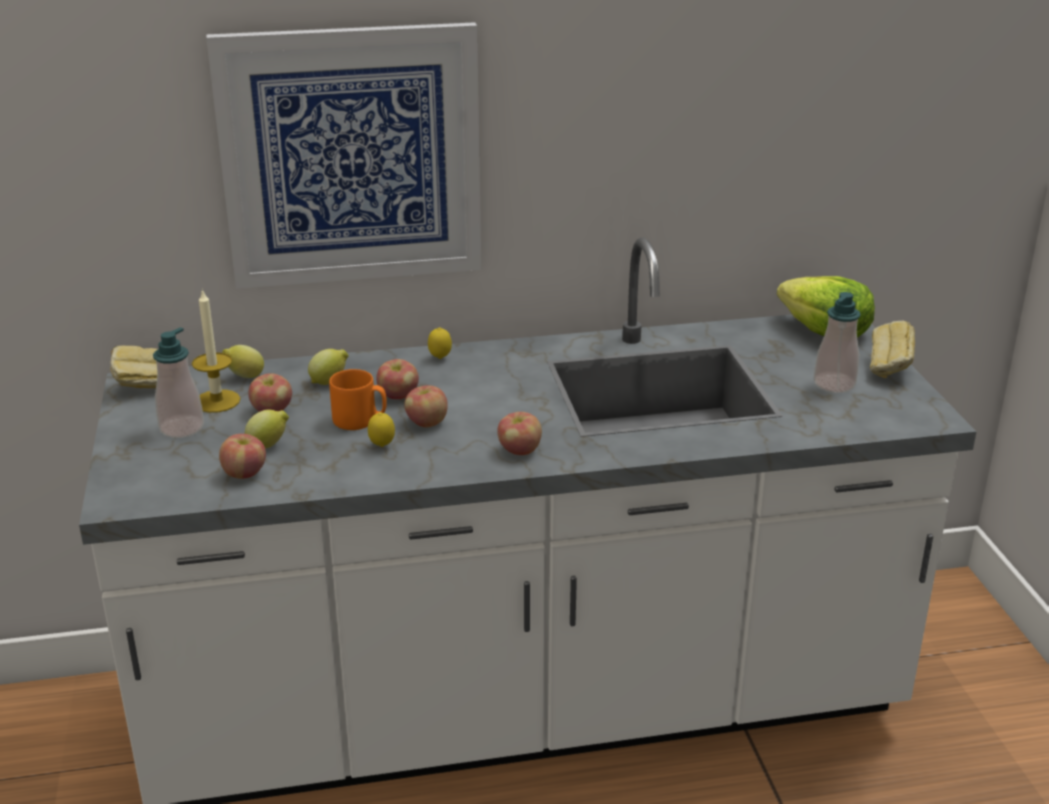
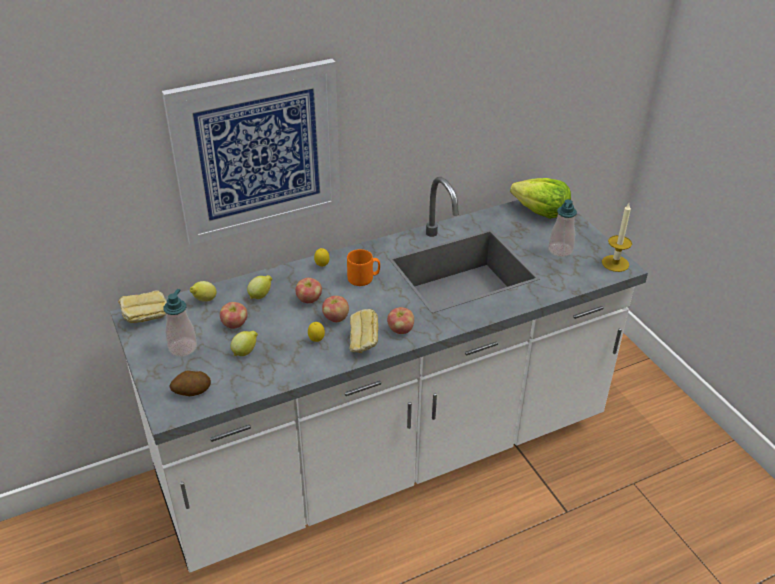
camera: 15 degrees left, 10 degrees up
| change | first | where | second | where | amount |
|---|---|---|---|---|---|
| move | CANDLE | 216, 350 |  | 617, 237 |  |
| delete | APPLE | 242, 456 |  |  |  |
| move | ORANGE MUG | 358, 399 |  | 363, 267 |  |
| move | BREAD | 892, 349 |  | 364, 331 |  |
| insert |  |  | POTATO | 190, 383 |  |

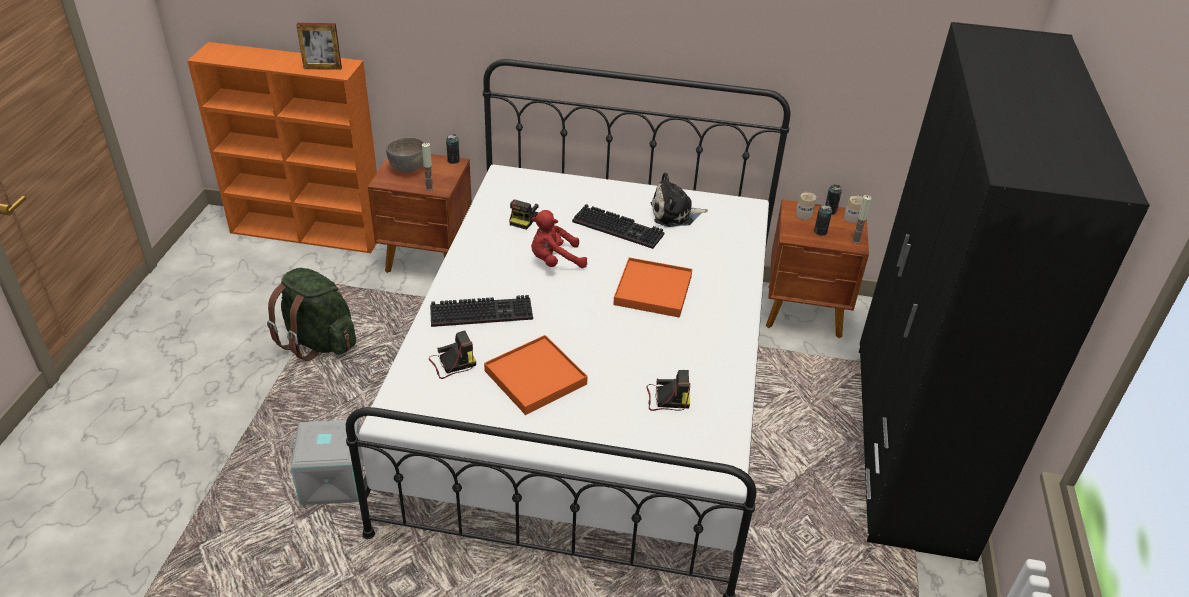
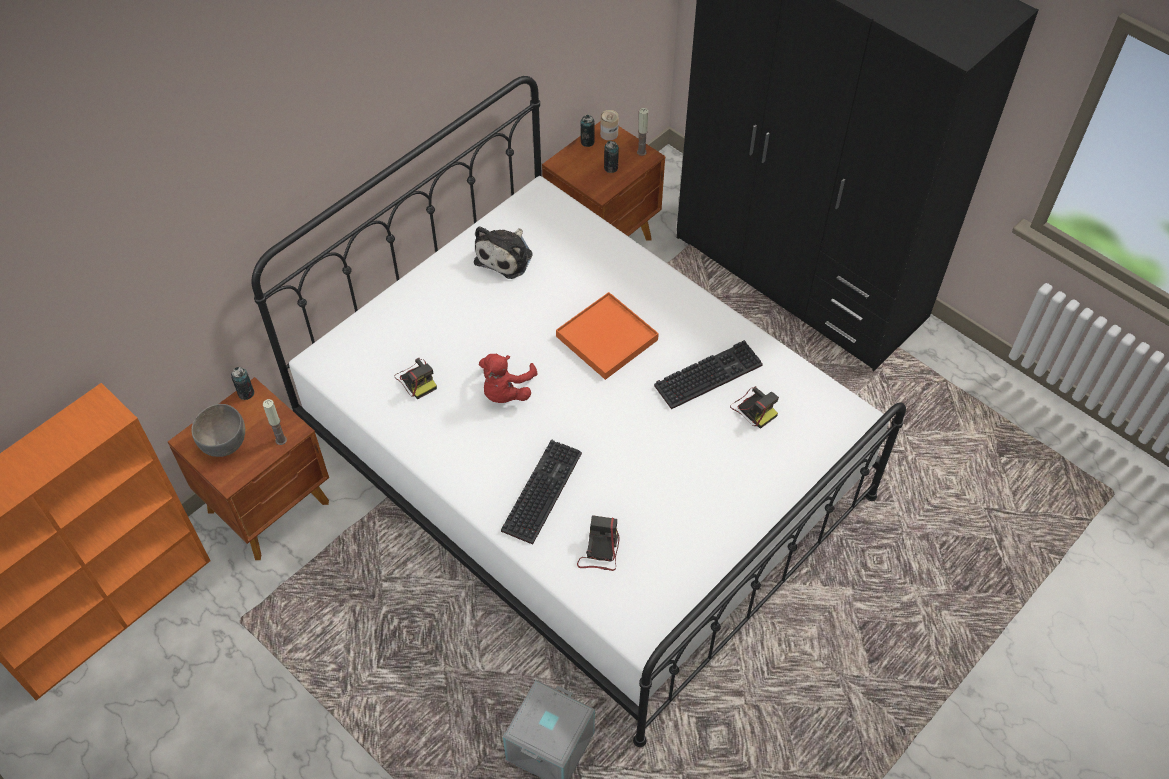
camera: 55 degrees left, 15 degrees up
| change | first | where | second | where | amount |
|---|---|---|---|---|---|
| delete | GREEN BACKPACK | 311, 314 |  |  |  |
| delete | PICTURE FRAME | 319, 46 |  |  |  |
| delete | ORANGE TRAY | 536, 375 |  |  |  |
| move | KEYBOARD | 618, 226 |  | 708, 374 |  |
| rotate | PHOTO CAMERA | 668, 390 |  | 754, 407 | 105 degrees clockwise |
| delete | CAN | 806, 206 |  |  |  |

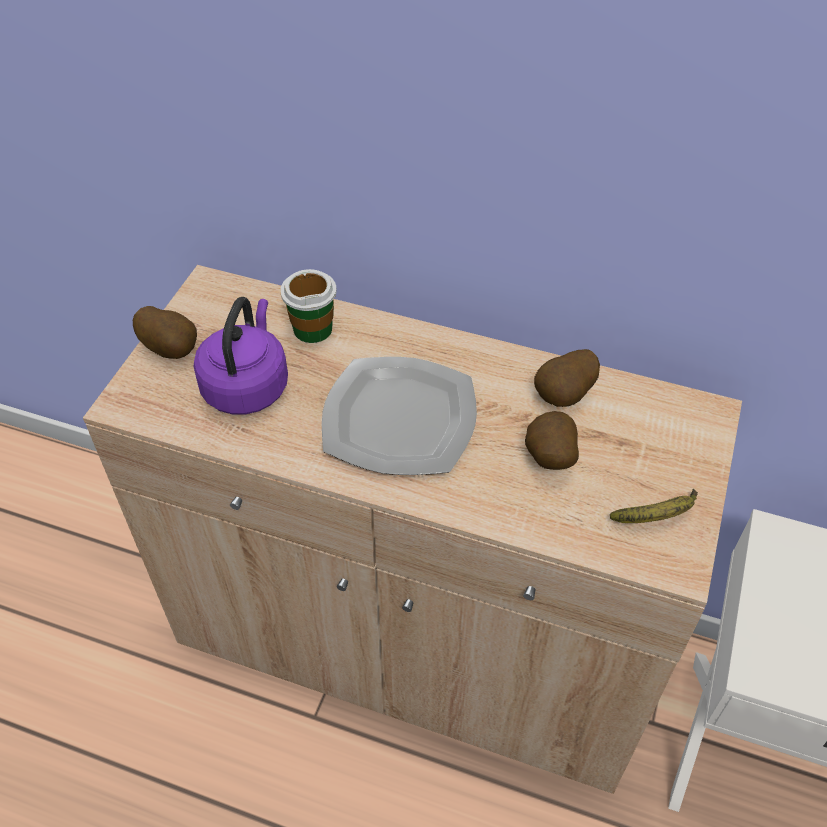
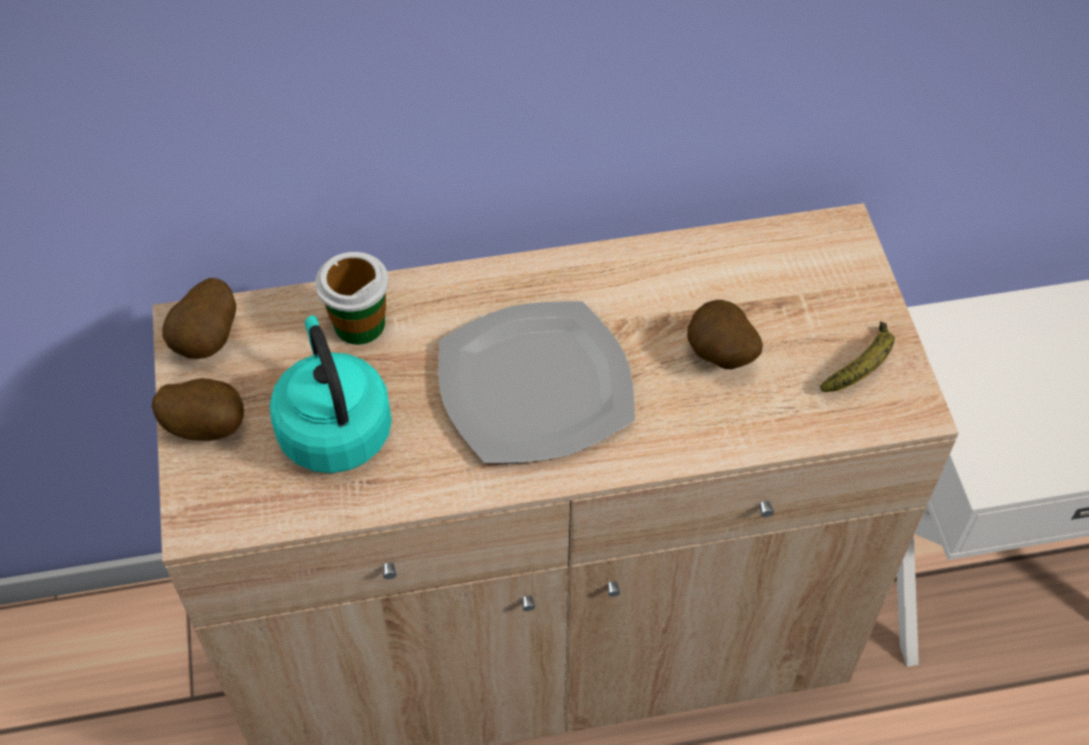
camera: 30 degrees left, 5 degrees up
| change | first | where | second | where | amount |
|---|---|---|---|---|---|
| recolor | PURPLE KETTLE | 241, 356 | TURQUOISE KETTLE | 331, 394 |  |
| move | POTATO | 567, 378 |  | 199, 318 |  |

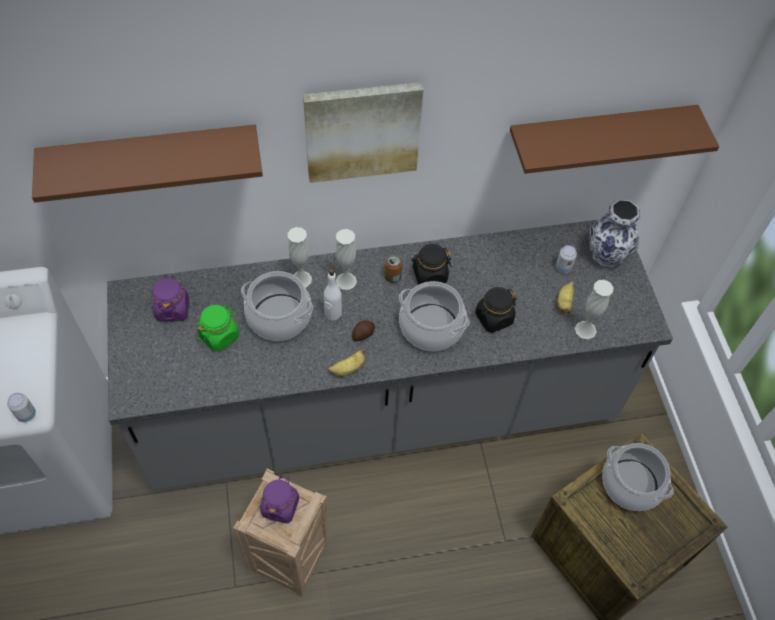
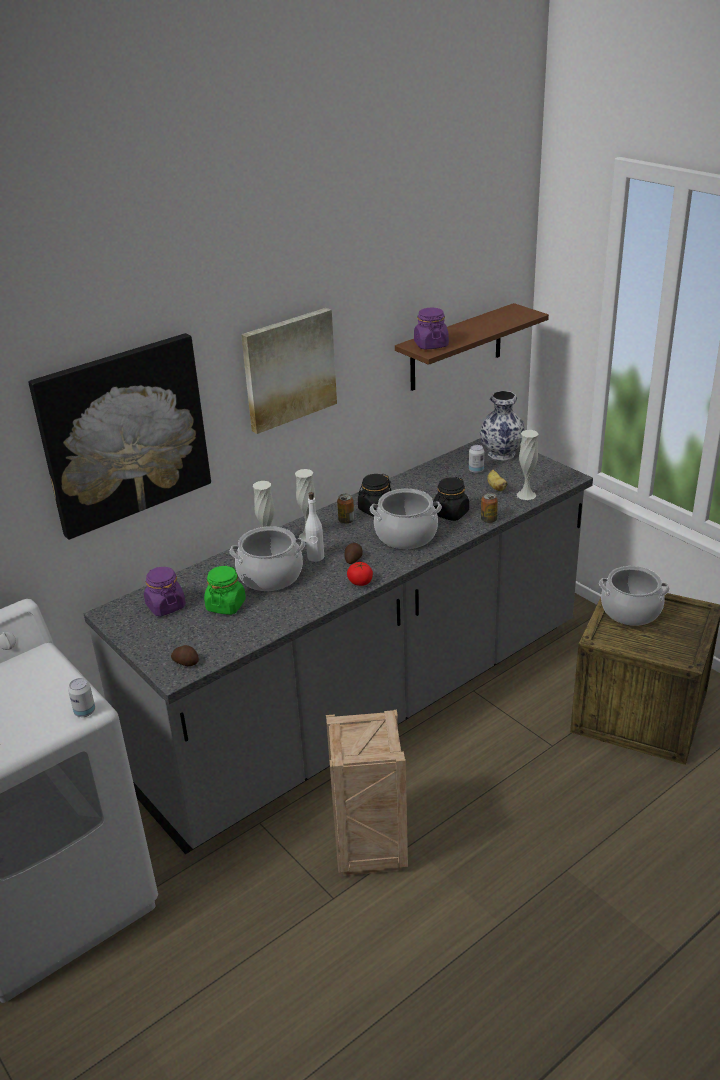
camera: 25 degrees left, 25 degrees down
| change | first | where | second | where | amount |
|---|---|---|---|---|---|
| replace | BROWN SHELF | 147, 163 | PICTURE | 119, 436 |  |
| move | PURPLE JAR | 279, 499 |  | 431, 328 |  |
| replace | BANANA | 347, 362 | TOMATO | 360, 574 |  |
| insert |  |  | POTATO | 185, 655 |  |
| insert |  |  | CAN | 489, 508 |  |

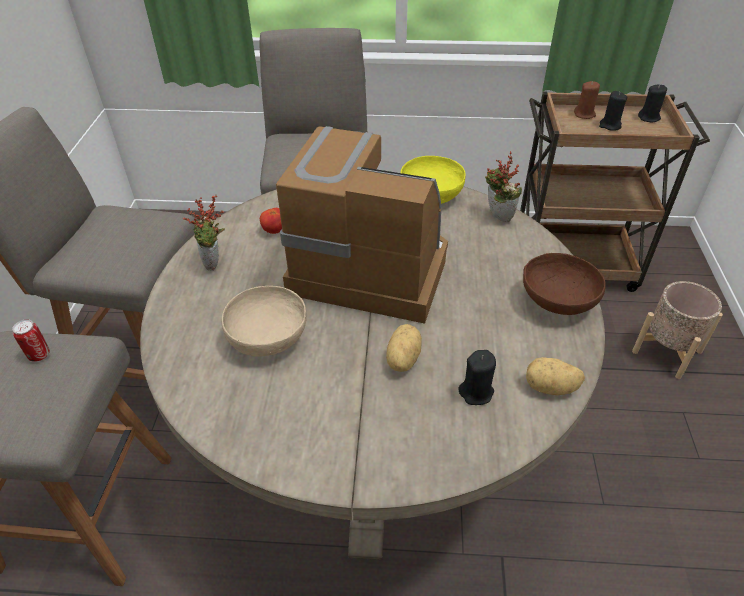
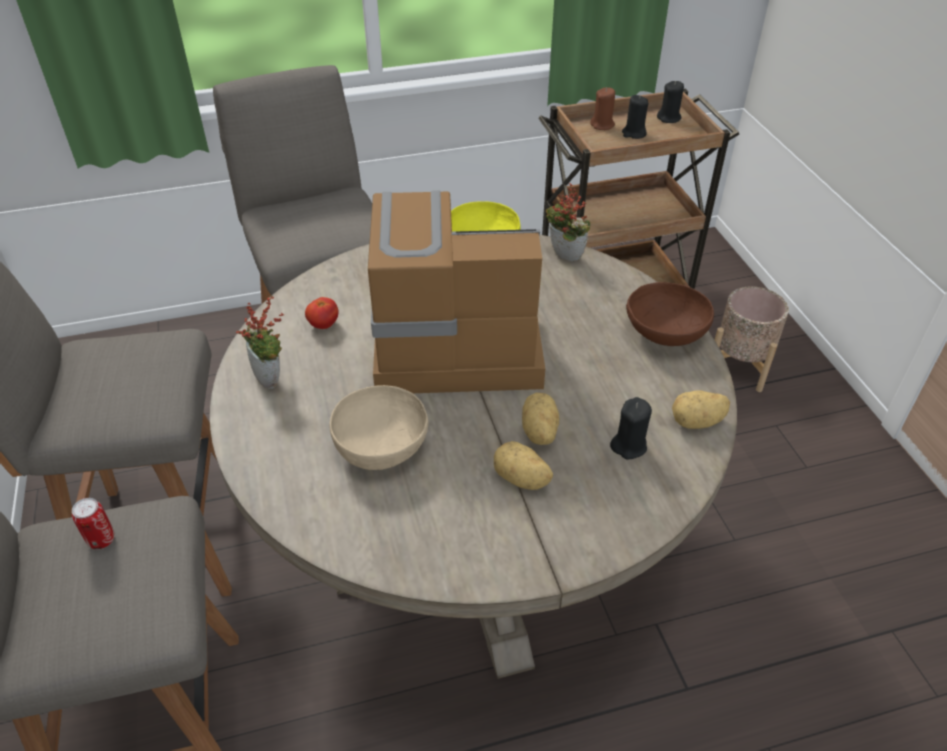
camera: 20 degrees left, 0 degrees up
| change | first | where | second | where | amount |
|---|---|---|---|---|---|
| insert |  |  | POTATO | 523, 465 |  |

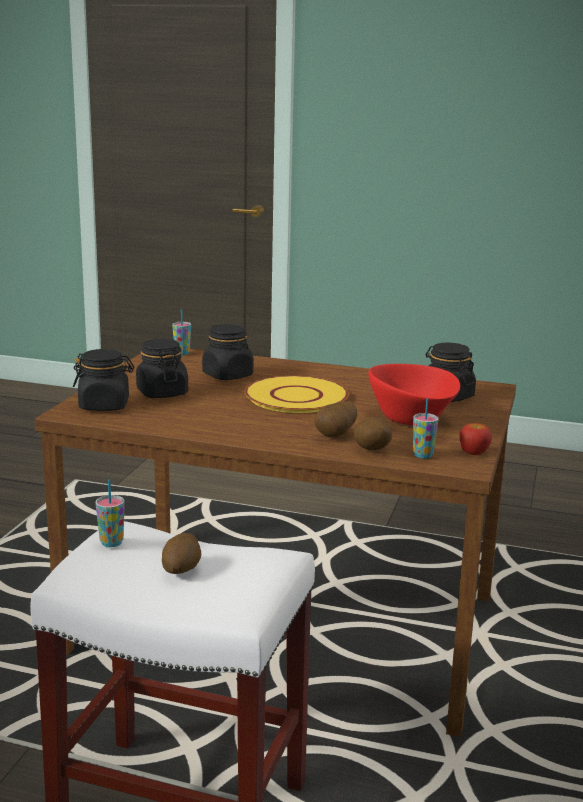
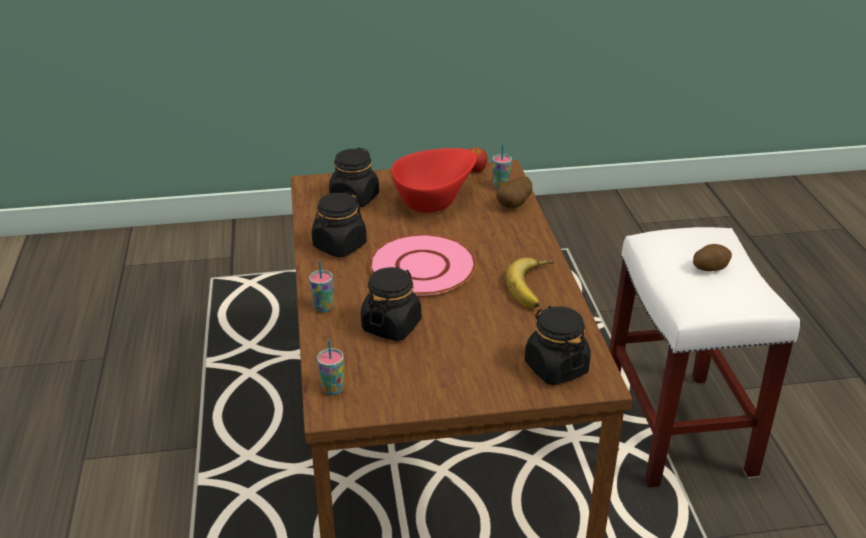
camera: 115 degrees left, 15 degrees up
| change | first | where | second | where | amount |
|---|---|---|---|---|---|
| move | CUP | 110, 513 |  | 321, 286 |  |
| move | BLACK JAR | 162, 368 |  | 339, 224 |  |
| recolor | YELLOW PLATE | 296, 394 | PINK PLATE | 422, 265 |  |
| delete | POTATO | 335, 419 |  |  |  |
| insert |  |  | BANANA | 530, 282 |  |

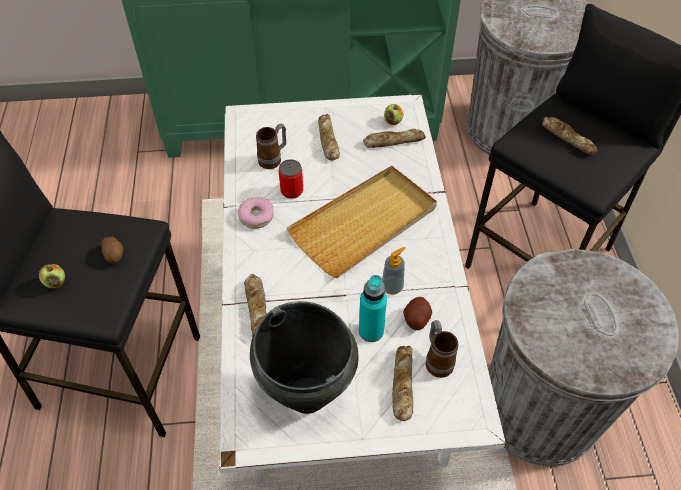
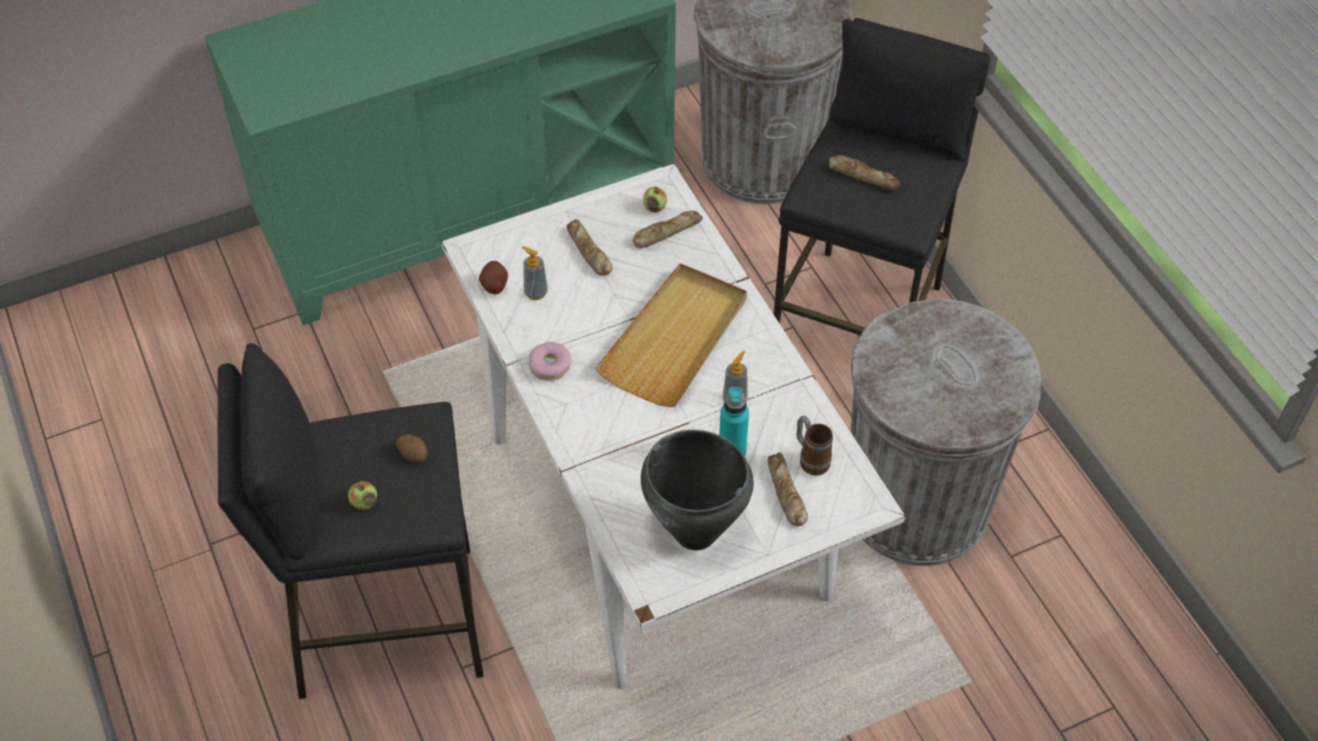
camera: 20 degrees left, 0 degrees up
| change | first | where | second | where | amount |
|---|---|---|---|---|---|
| delete | BREAD | 255, 305 |  |  |  |
| replace | MUG | 271, 146 | SOAP DISPENSER | 534, 273 |  |
| delete | CAN | 291, 179 |  |  |  |
| move | POTATO | 417, 313 |  | 493, 277 |  |

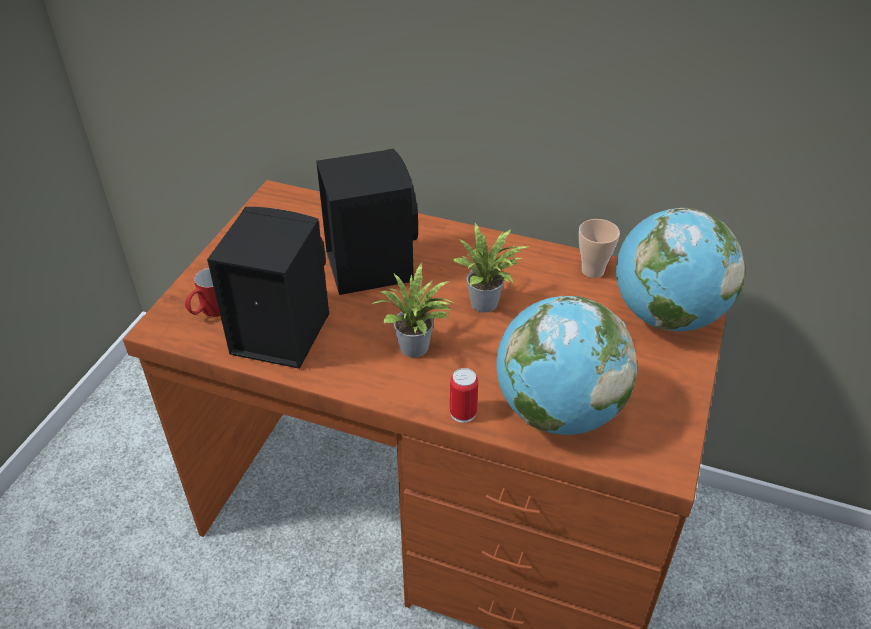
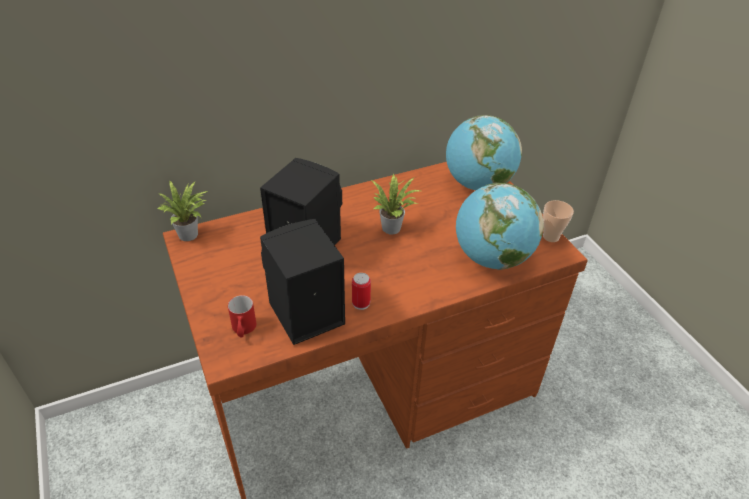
camera: 45 degrees left, 0 degrees up
| change | first | where | second | where | amount |
|---|---|---|---|---|---|
| move | POTTED PLANT | 414, 310 |  | 182, 211 |  |
| move | CAN | 464, 395 |  | 361, 291 |  |
| move | CUP | 599, 248 |  | 558, 221 |  |

